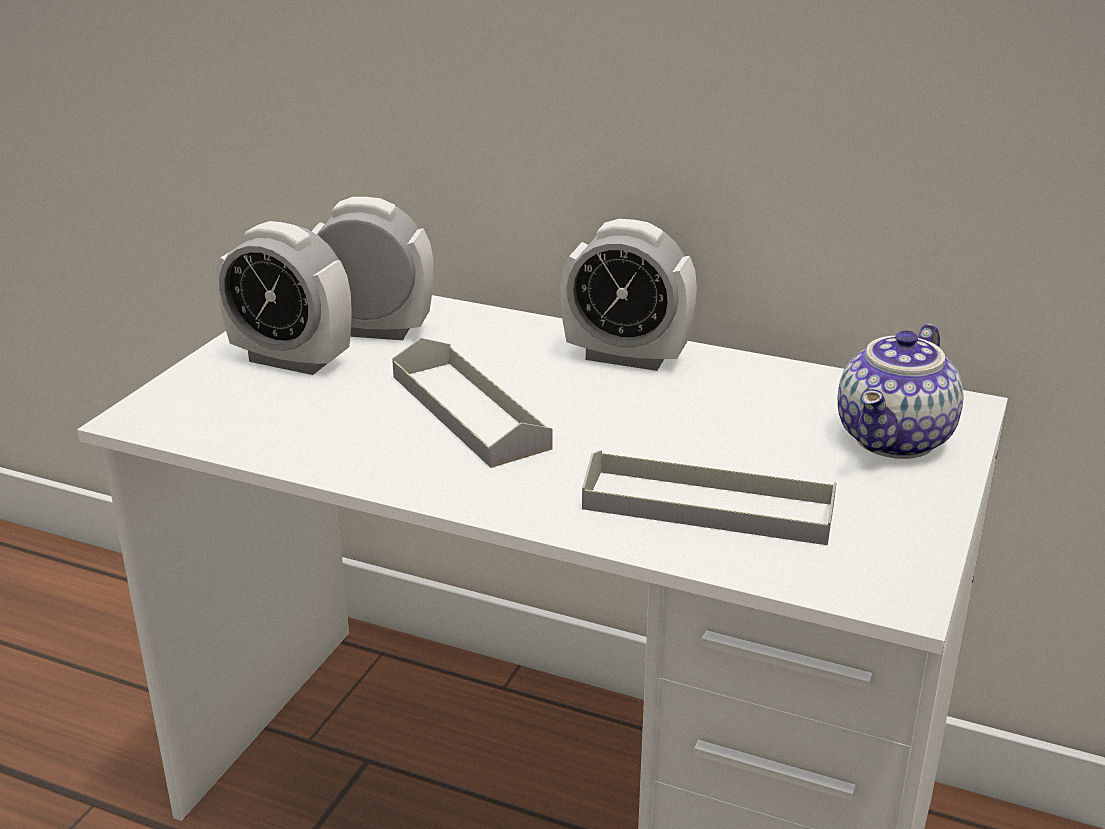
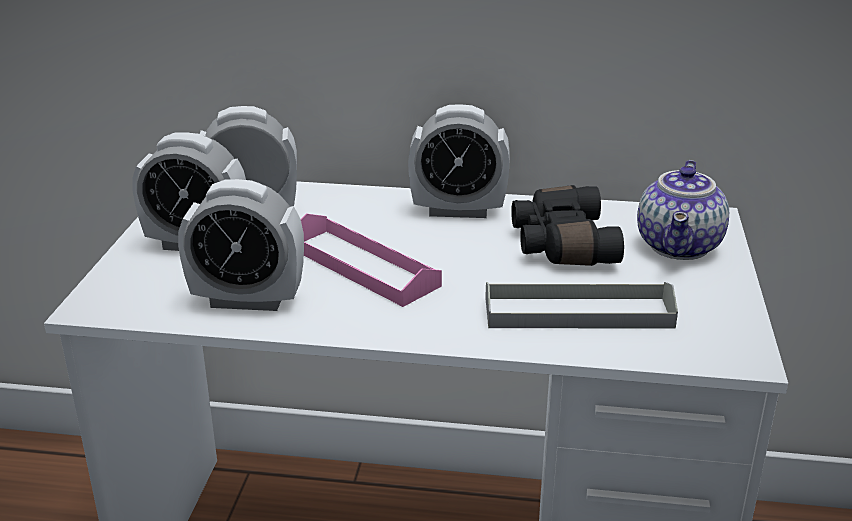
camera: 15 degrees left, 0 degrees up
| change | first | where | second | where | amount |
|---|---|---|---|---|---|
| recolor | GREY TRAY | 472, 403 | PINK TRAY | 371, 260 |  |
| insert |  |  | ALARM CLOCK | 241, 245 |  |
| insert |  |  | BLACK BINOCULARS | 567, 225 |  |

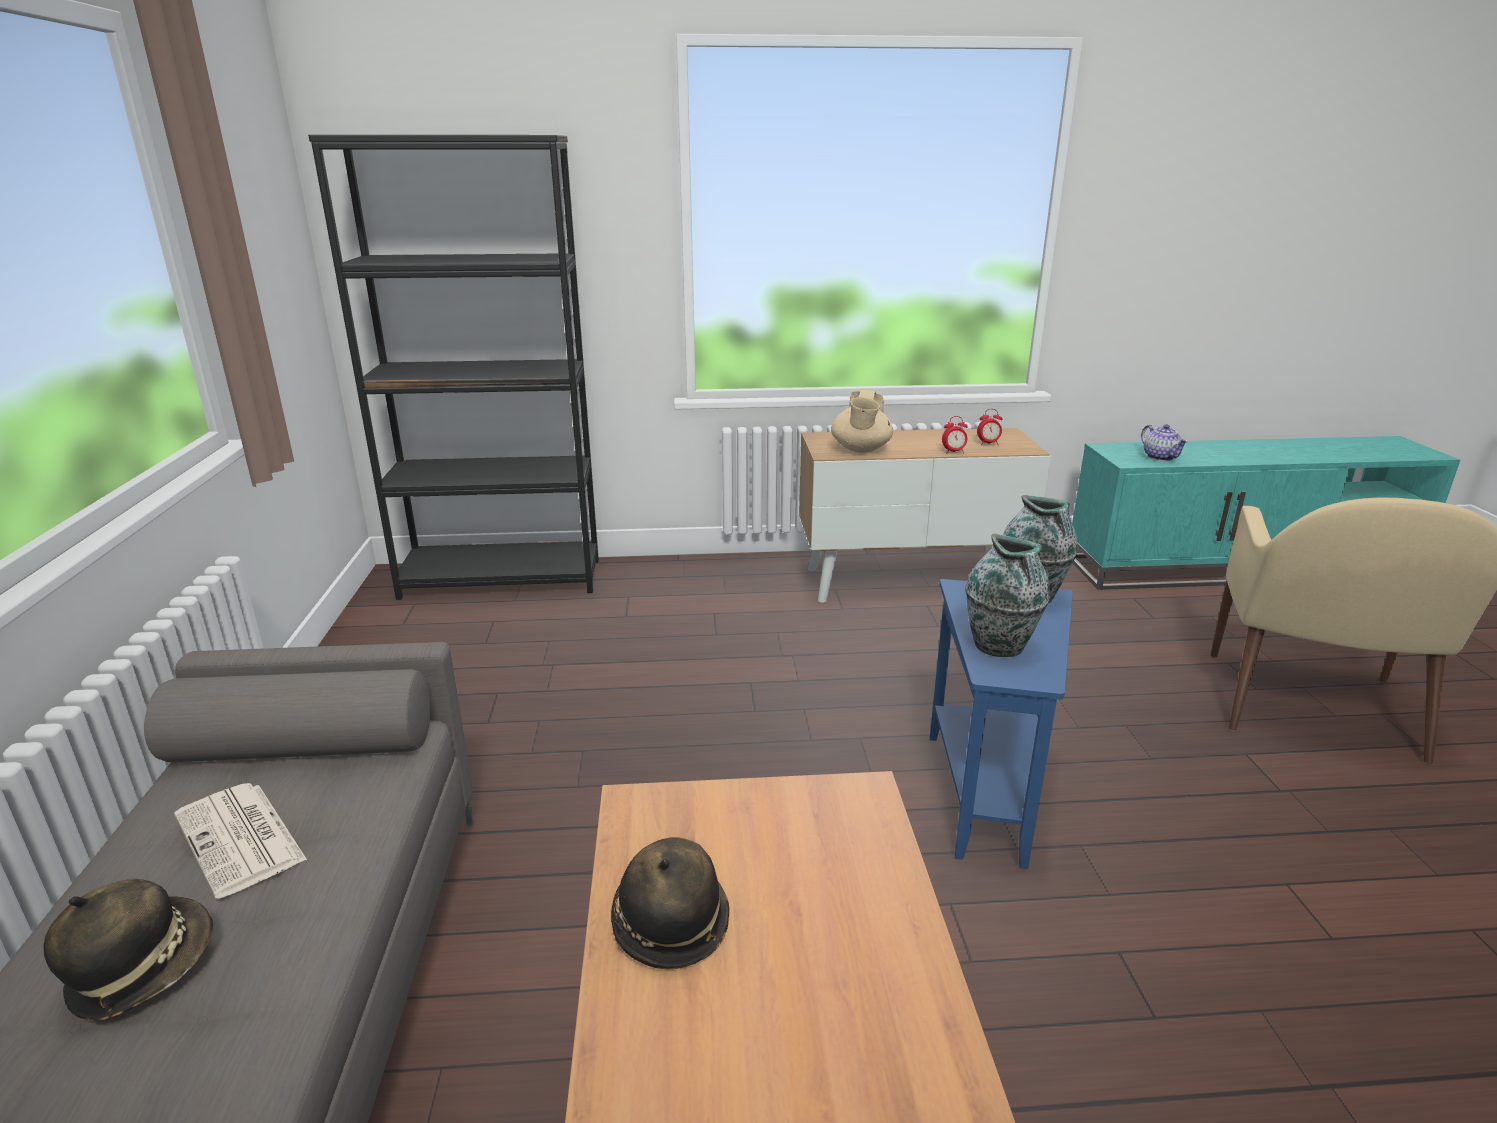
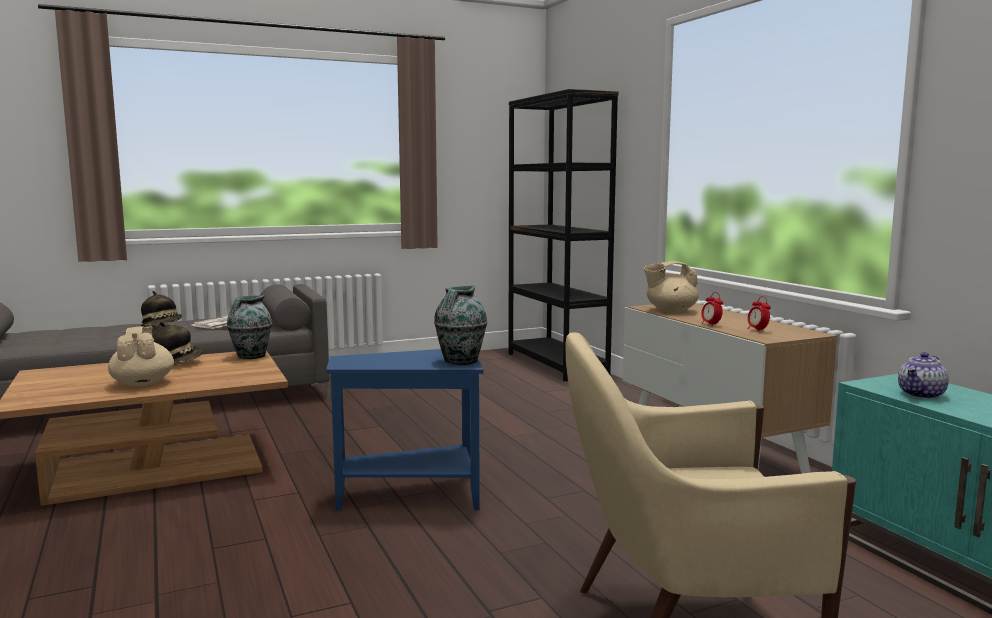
camera: 70 degrees right, 15 degrees down
| change | first | where | second | where | amount |
|---|---|---|---|---|---|
| move | VASE | 1007, 595 |  | 249, 327 |  |
| insert |  |  | BEIGE TEAPOT | 141, 356 |  |

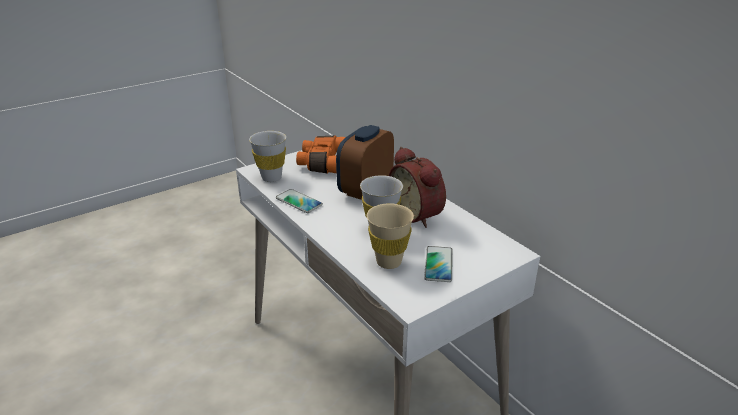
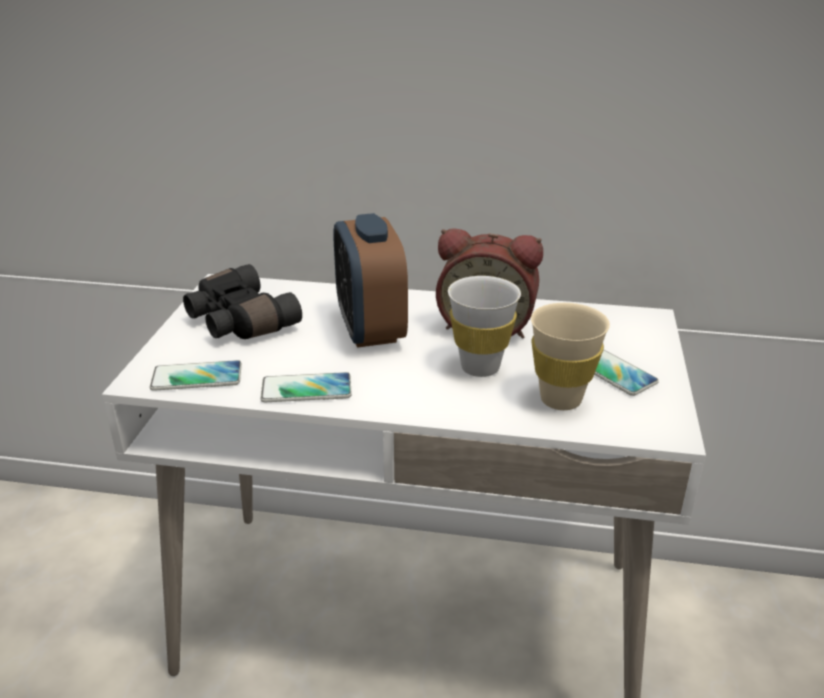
camera: 45 degrees left, 0 degrees up
| change | first | where | second | where | amount |
|---|---|---|---|---|---|
| replace | WHITE CUP | 267, 156 | PHONE | 196, 375 |  |
| recolor | ORANGE BINOCULARS | 321, 154 | BLACK BINOCULARS | 242, 301 |  |

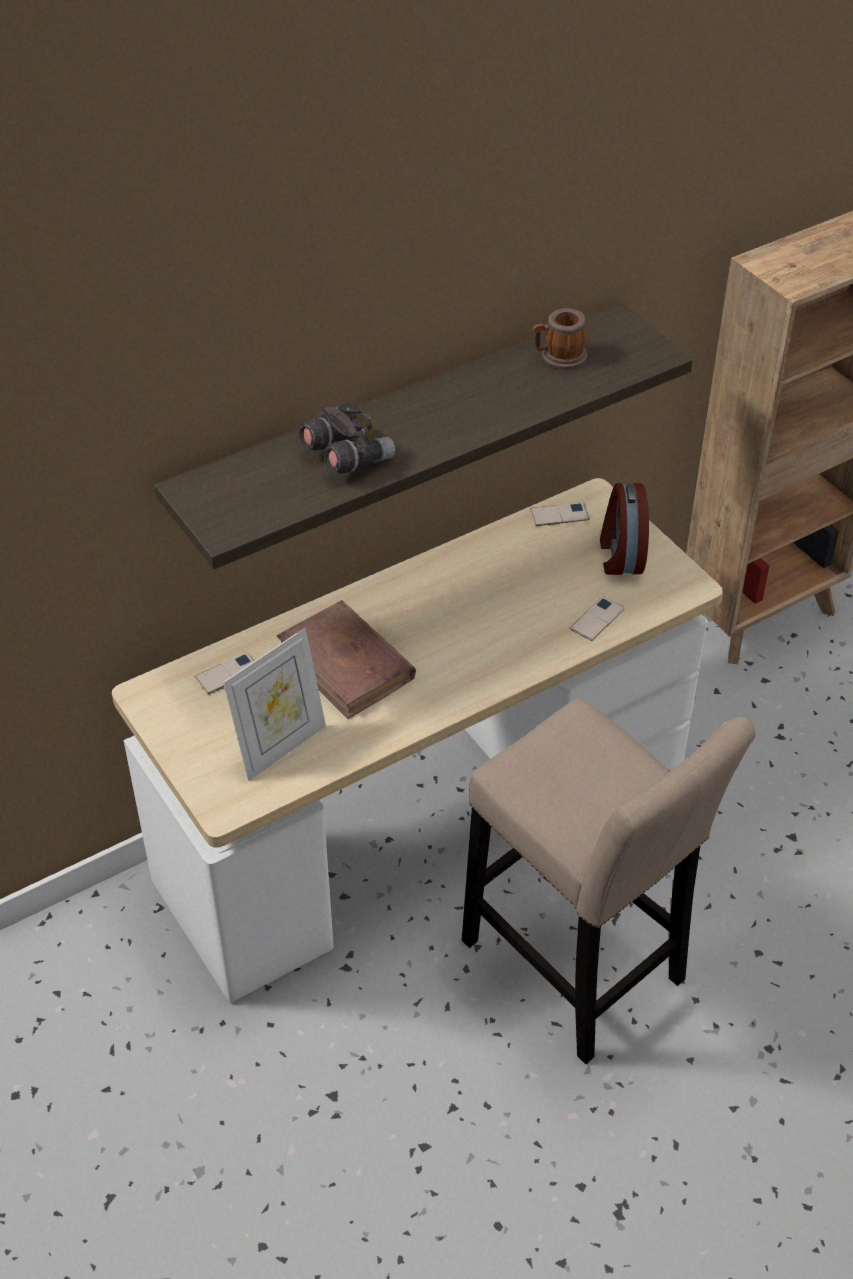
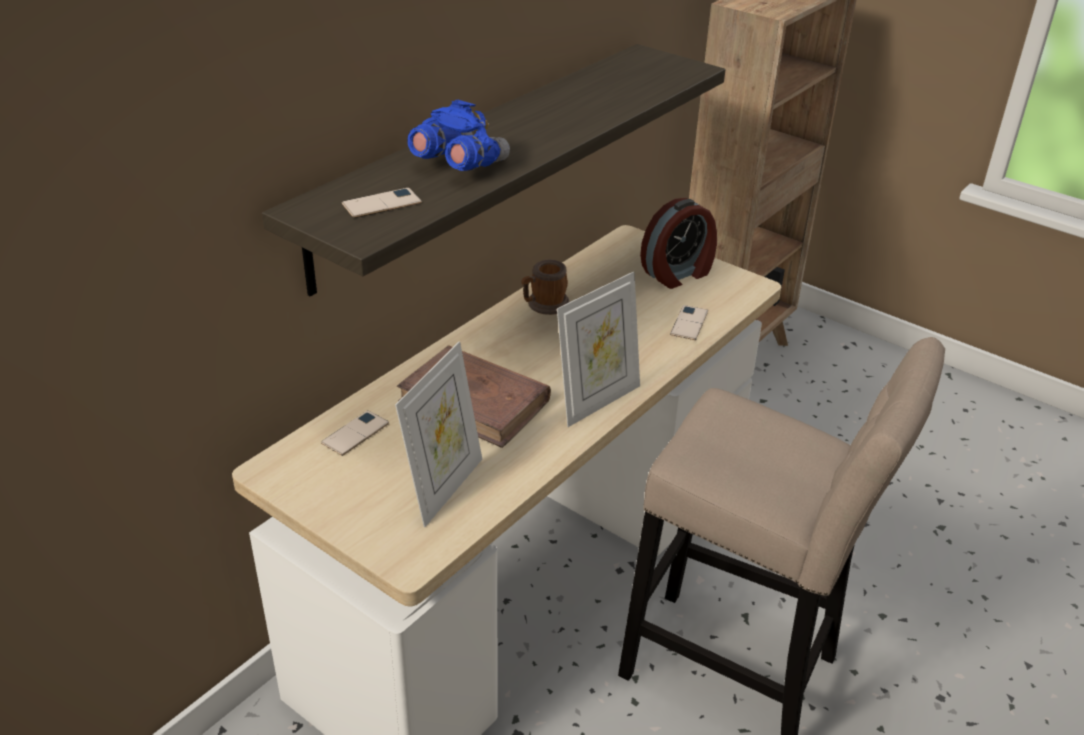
camera: 20 degrees left, 10 degrees down
| change | first | where | second | where | amount |
|---|---|---|---|---|---|
| recolor | GREY BINOCULARS | 347, 437 | BLUE BINOCULARS | 458, 135 |  |
| move | PHONE | 560, 514 |  | 382, 203 |  |
| move | MUG | 560, 338 |  | 545, 287 |  |
| rotate | ALARM CLOCK | 624, 529 |  | 678, 243 | 105 degrees counterclockwise |
| insert |  |  | PICTURE FRAME | 598, 349 |  |

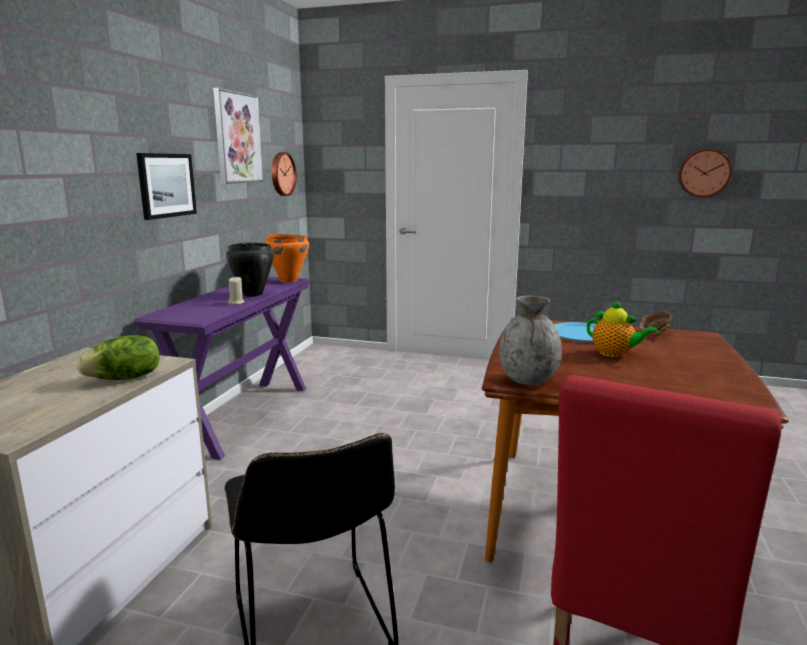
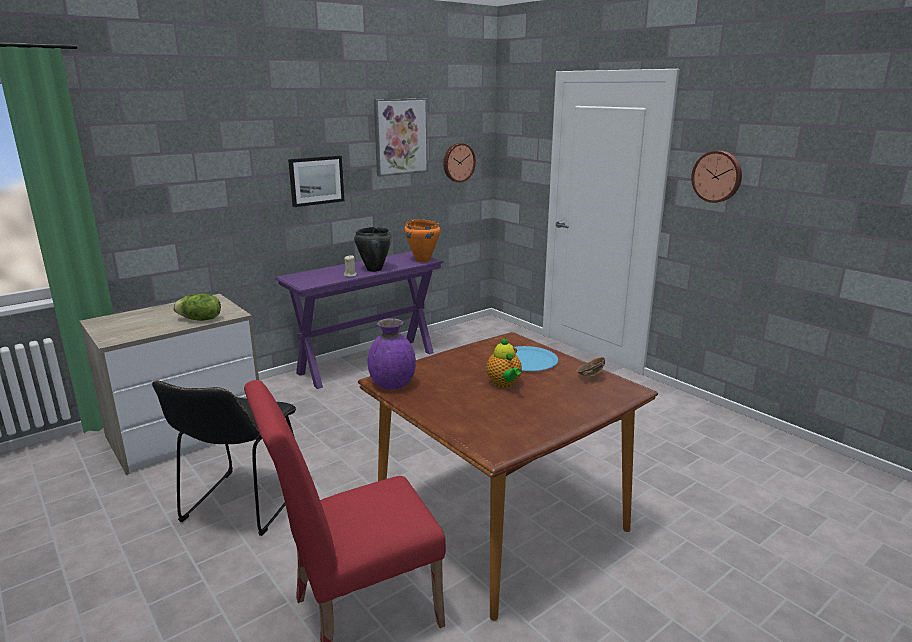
camera: 35 degrees right, 5 degrees up
| change | first | where | second | where | amount |
|---|---|---|---|---|---|
| recolor | GREY VASE | 530, 340 | PURPLE VASE | 391, 353 |  |
| move | WALL CLOCK | 705, 173 |  | 716, 177 |  |

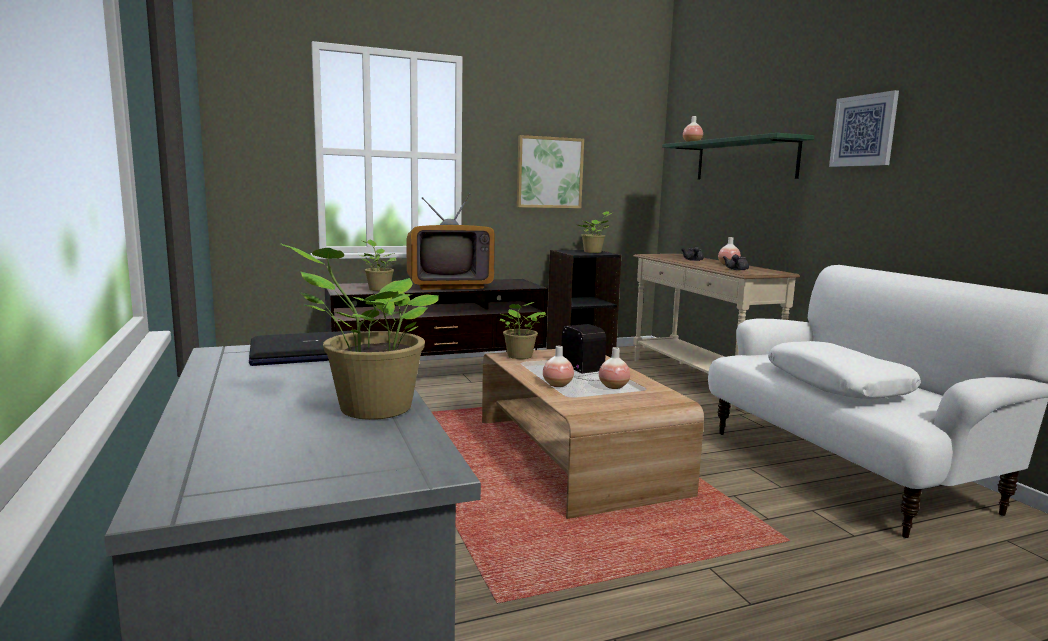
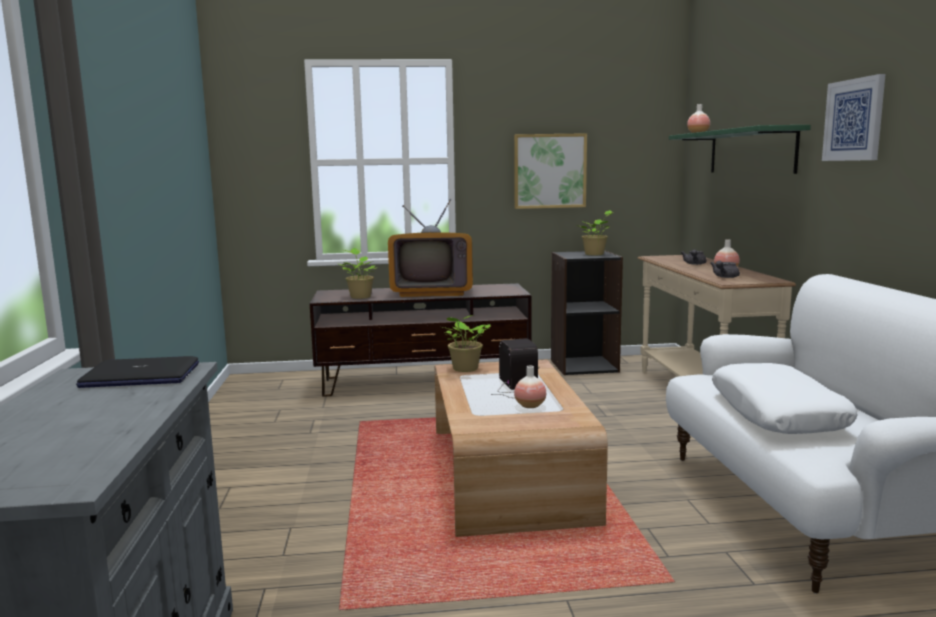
camera: 15 degrees right, 0 degrees up
| change | first | where | second | where | amount |
|---|---|---|---|---|---|
| delete | POTTED PLANT | 360, 332 |  |  |  |
| delete | VASE | 558, 366 |  |  |  |

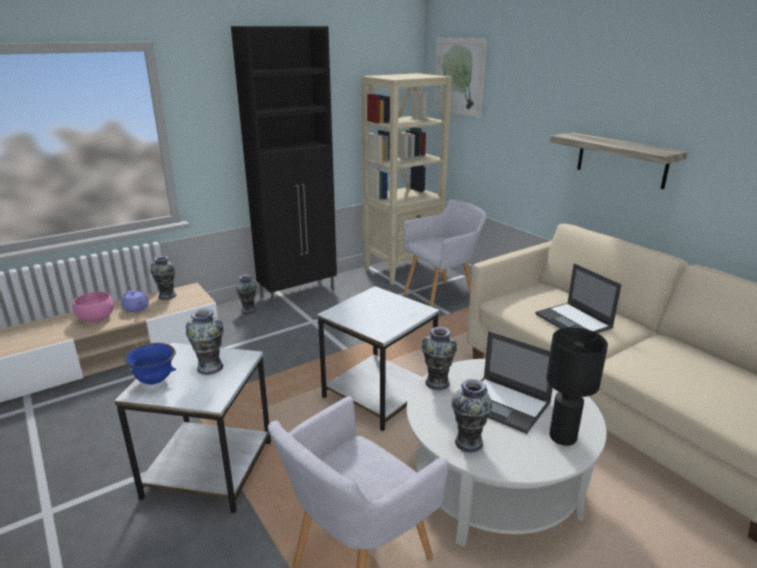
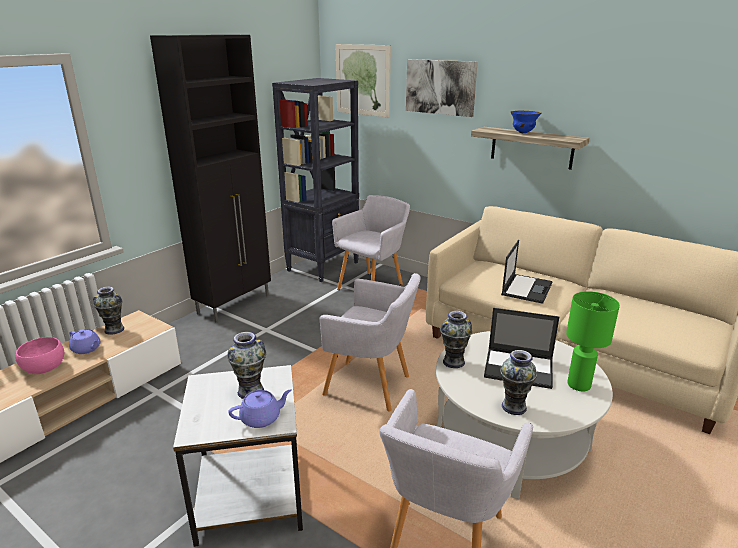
camera: 20 degrees left, 0 degrees up
| change | first | where | second | where | amount |
|---|---|---|---|---|---|
| move | BLUE BOWL | 150, 364 |  | 526, 122 |  |
| delete | VASE | 246, 294 |  |  |  |
| replace | WHITE SIDE TABLE | 378, 358 | GREY ARMCHAIR | 370, 342 |  |
| recolor | BEIGE BOOKCASE | 406, 179 | BLACK BOOKCASE | 315, 180 |  |
| rotate | LAPTOP | 578, 298 |  | 527, 272 | 105 degrees counterclockwise |
| recolor | BLACK TABLE LAMP | 577, 386 | GREEN TABLE LAMP | 593, 341 |  |
| insert |  |  | PURPLE TEAPOT | 260, 408 |  |
| insert |  |  | PICTURE | 442, 88 |  |

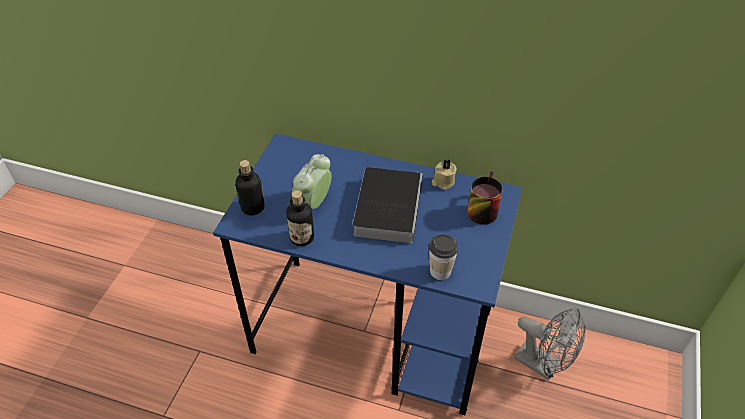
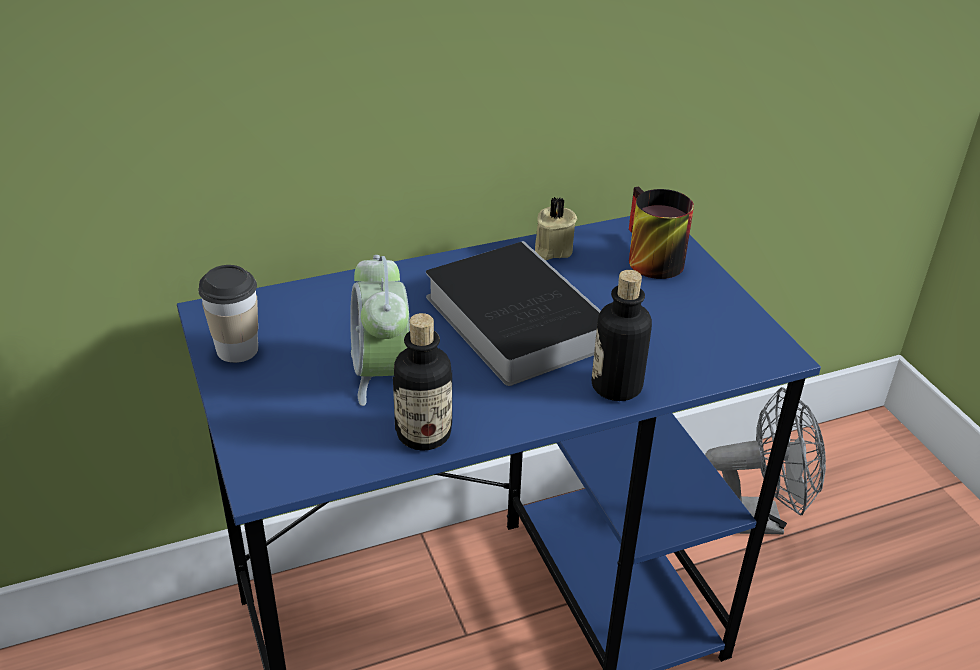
camera: 40 degrees left, 10 degrees down
| change | first | where | second | where | amount |
|---|---|---|---|---|---|
| move | BOTTLE | 250, 187 |  | 622, 335 |  |
| move | CUP | 443, 257 |  | 228, 314 |  |

